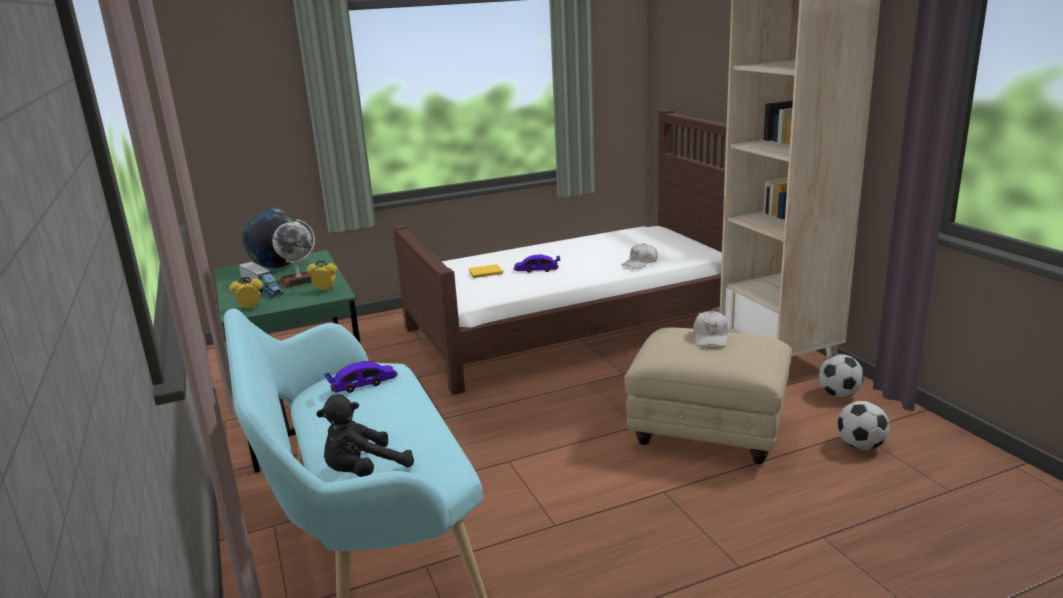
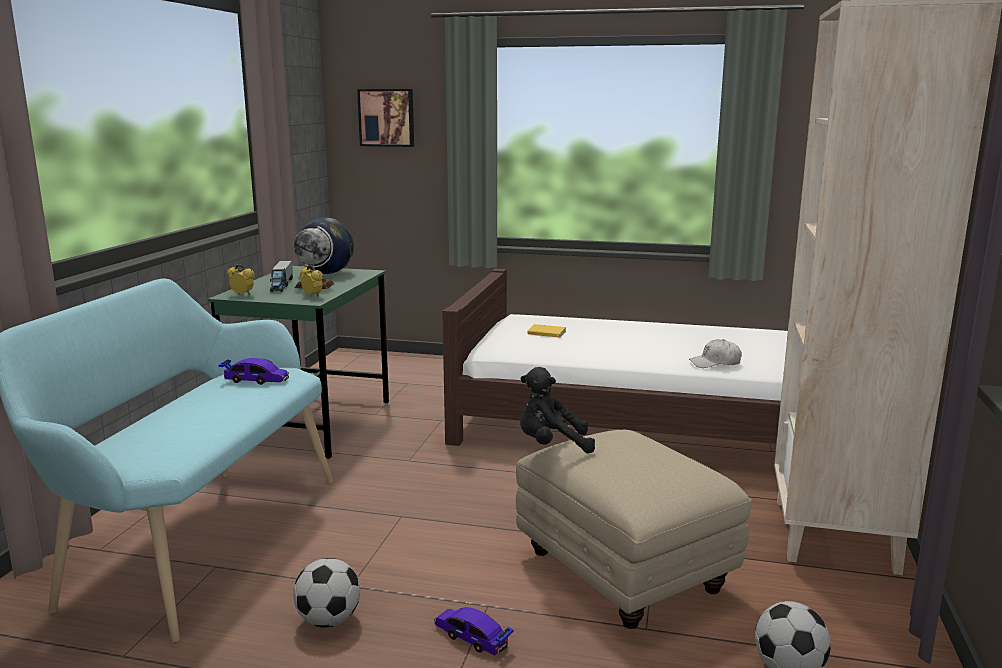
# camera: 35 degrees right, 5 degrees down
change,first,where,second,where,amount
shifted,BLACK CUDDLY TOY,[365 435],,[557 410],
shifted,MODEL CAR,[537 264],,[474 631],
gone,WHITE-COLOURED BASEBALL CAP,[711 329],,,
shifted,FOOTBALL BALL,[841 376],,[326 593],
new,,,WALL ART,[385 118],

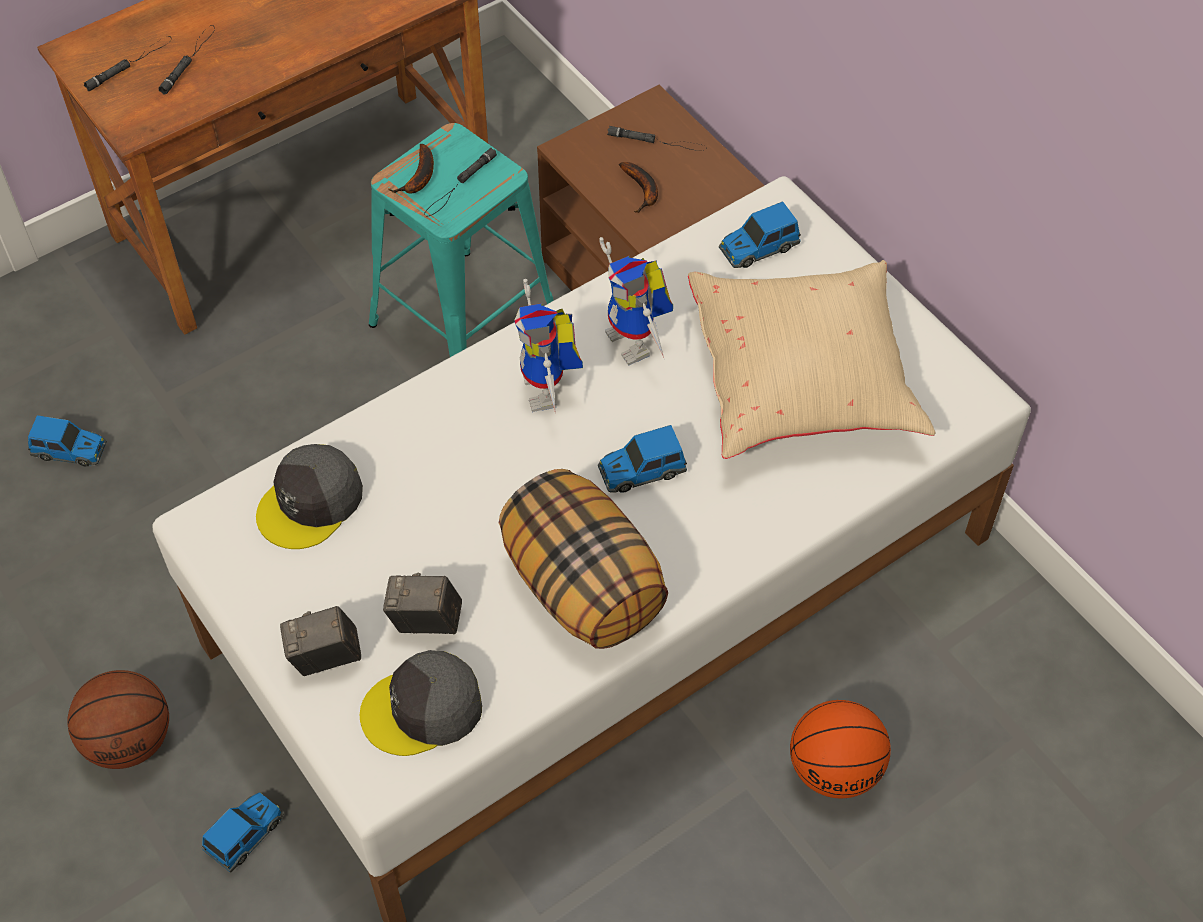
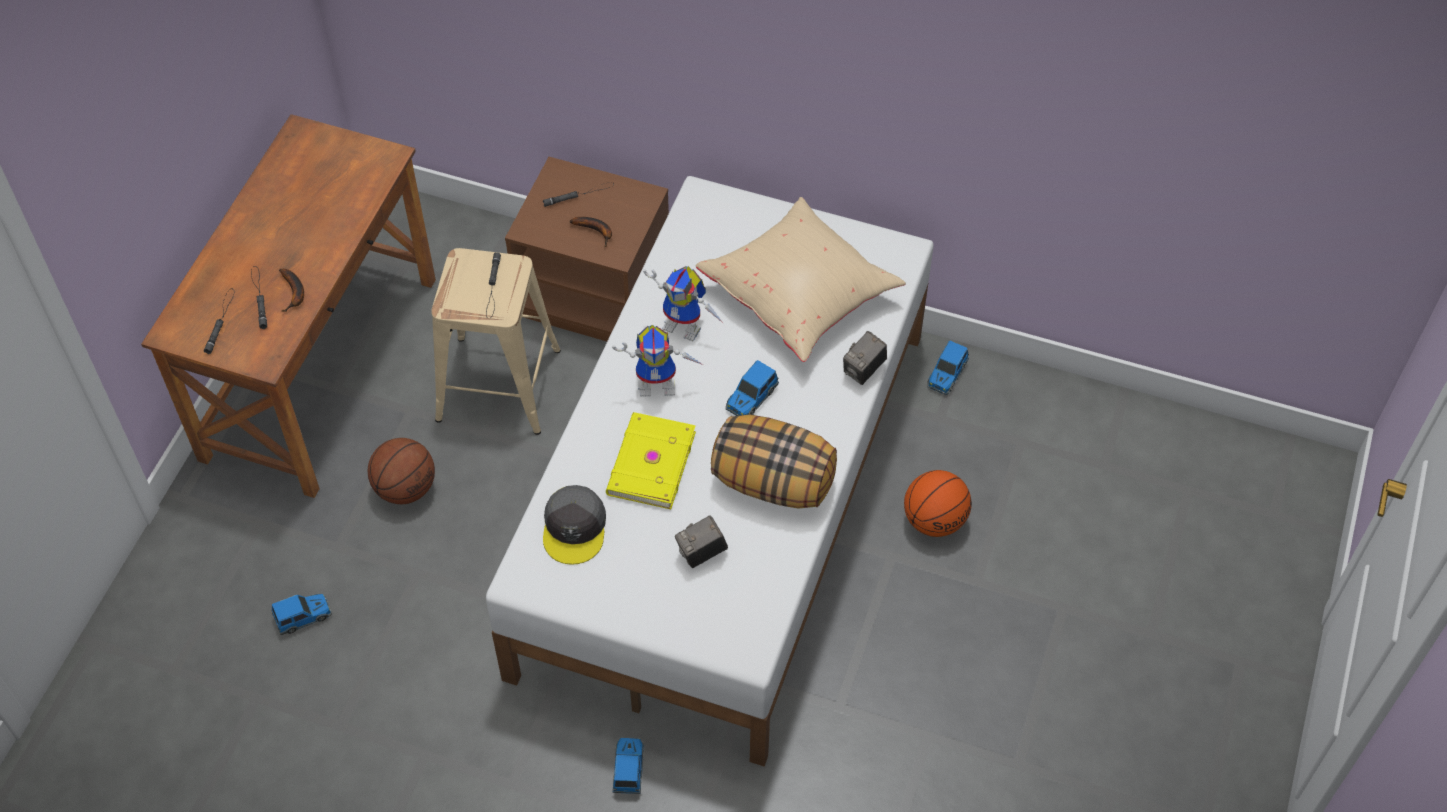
# camera: 35 degrees left, 0 degrees up
change,first,where,second,where,amount
shifted,BALL FOR BASKETBALL,[118 719],,[401 471],
shifted,PHOTO CAMERA,[320 641],,[865 358],
gone,GRAY BASEBALL CAP,[421 703],,,
repainted,TURQUOISE STOOL SEAT,[461 240],SAND-COLOURED STOOL SEAT,[496 341],
shifted,WHOLE BANANA,[411 168],,[291 290],
rotated,TOY ROBOT,[548 346],,[657 361],45 degrees counterclockwise
shifted,MODEL CAR,[760 234],,[948 368],
new,,,YELLOW-COLOURED BOOK,[651 460],

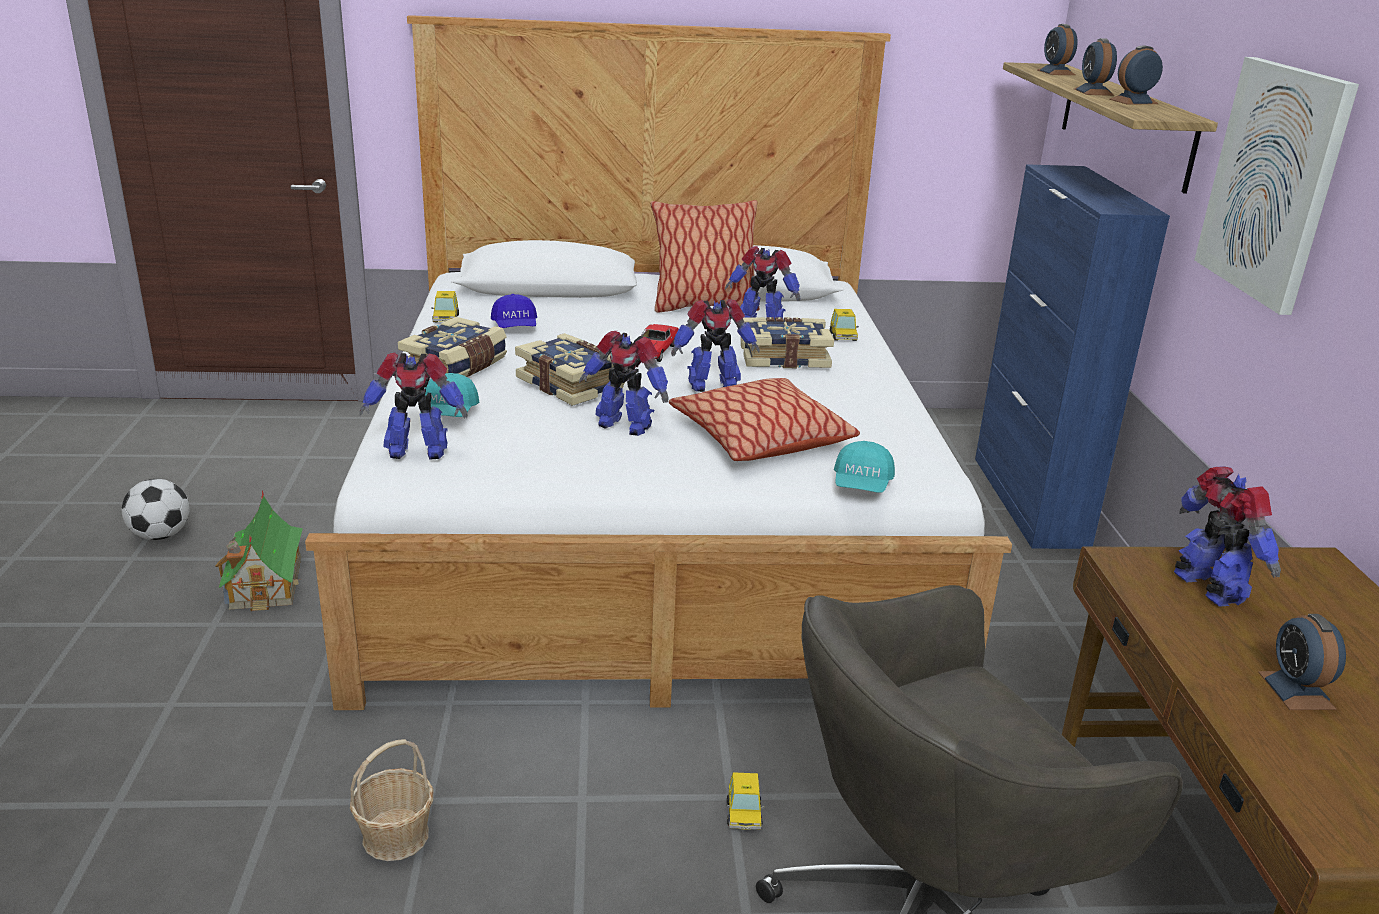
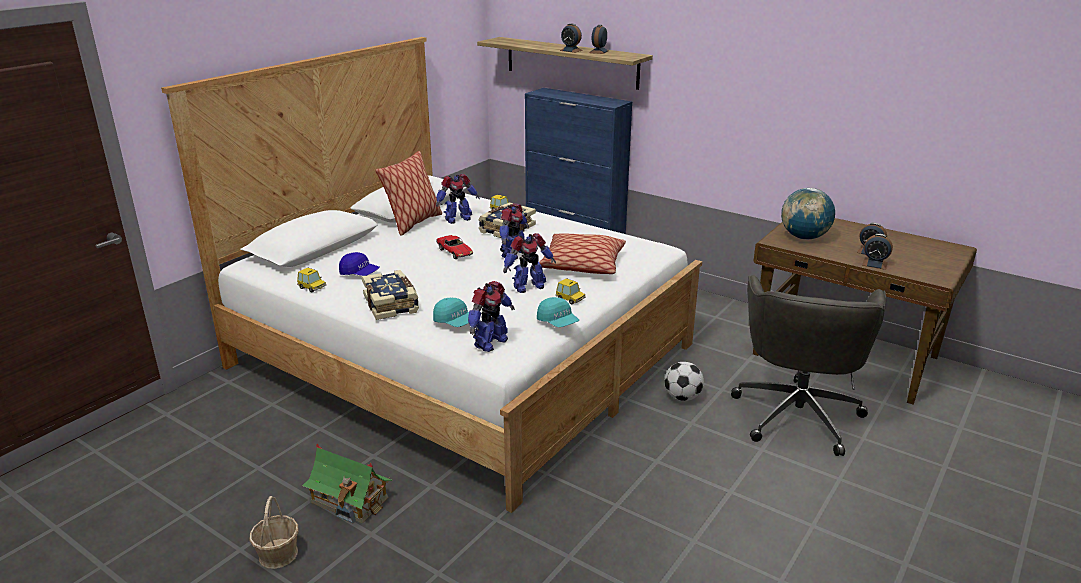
# camera: 50 degrees left, 0 degrees up
change,first,where,second,where,amount
shifted,FOOTBALL BALL,[156 509],,[684 381],
shifted,STORAGE BASKET,[391 800],,[274 532],
gone,BOOK,[570 369],,,
shifted,MODEL CAR,[745 801],,[570 291],
shifted,TURQUOISE BASEBALL CAP,[864 467],,[558 312],
shifted,TABLE CLOCK,[1057 49],,[877 252],
swapped,TOY ROBOT,[1227 537],WORLD GLOBE,[808 214],
gone,WALL ART,[1276 186],,,

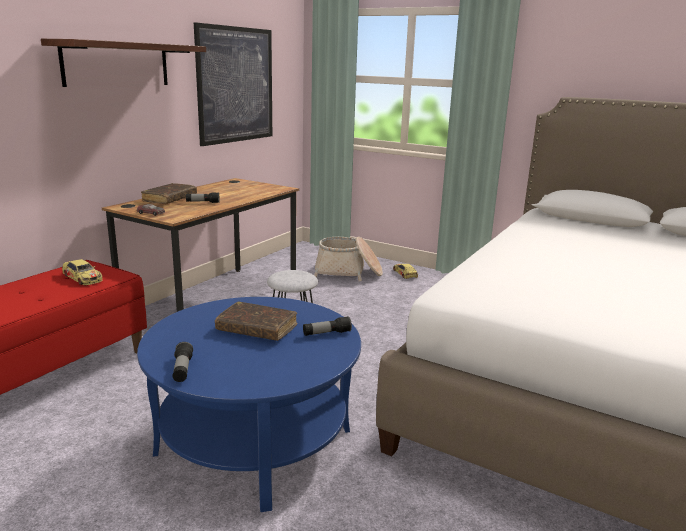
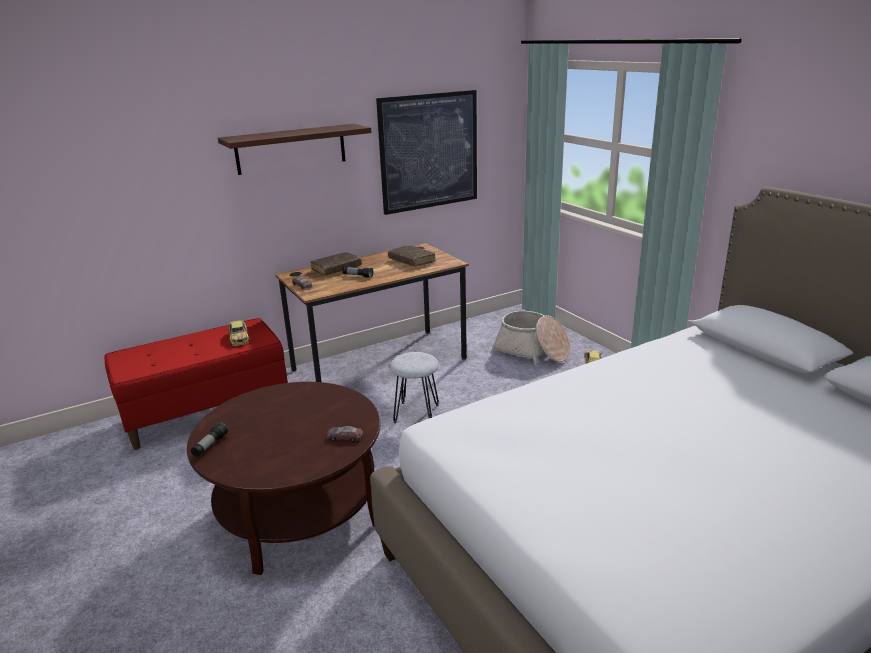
# camera: 30 degrees right, 5 degrees up
change,first,where,second,where,amount
repainted,BLUE COFFEE TABLE,[249 404],BROWN-COLOURED COFFEE TABLE,[283 478],
shifted,BROWN-COLOURED BOOK,[256 321],,[412 255],
swapped,FLASHLIGHT,[327 326],MODEL CAR,[345 434],

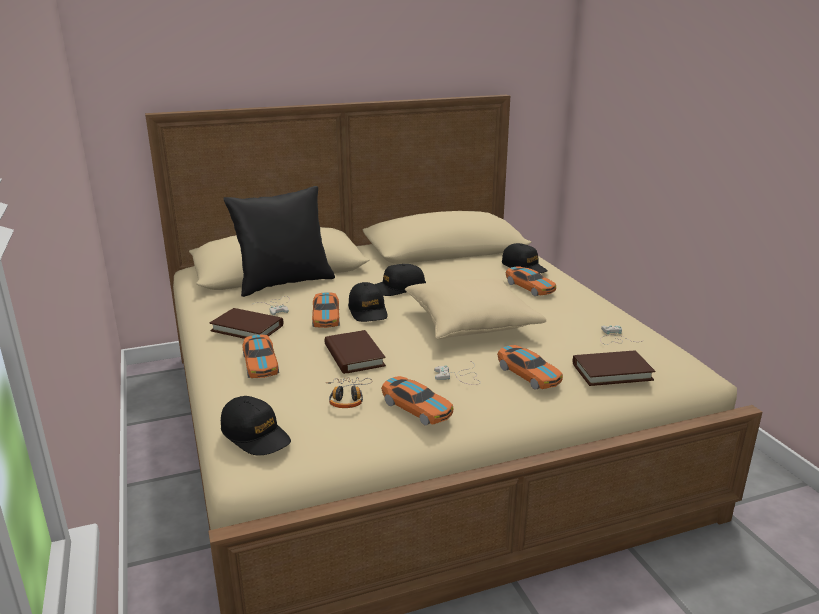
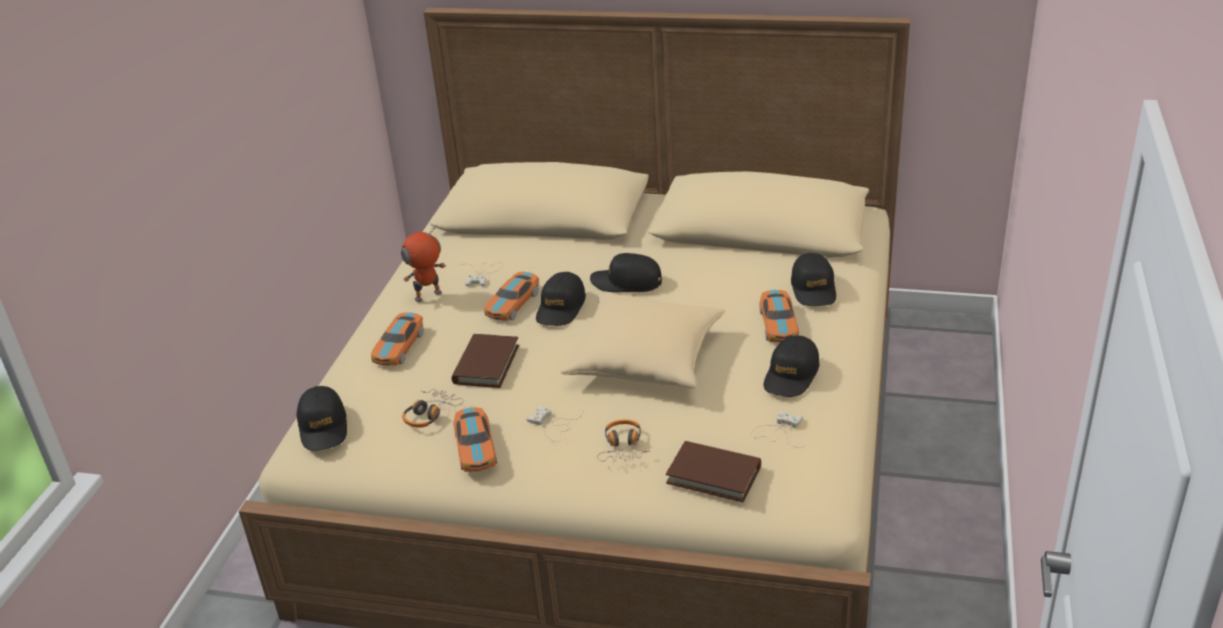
# camera: 35 degrees right, 10 degrees up
change,first,where,second,where,amount
swapped,BROWN-COLOURED BOOK,[246 323],TOY ROBOT,[423 263],
gone,BLACK CUSHION,[279 241],,,
swapped,MODEL CAR,[530 367],PAIR OF HEADPHONES,[623 440],
new,,,BLACK BASEBALL CAP,[792 366],

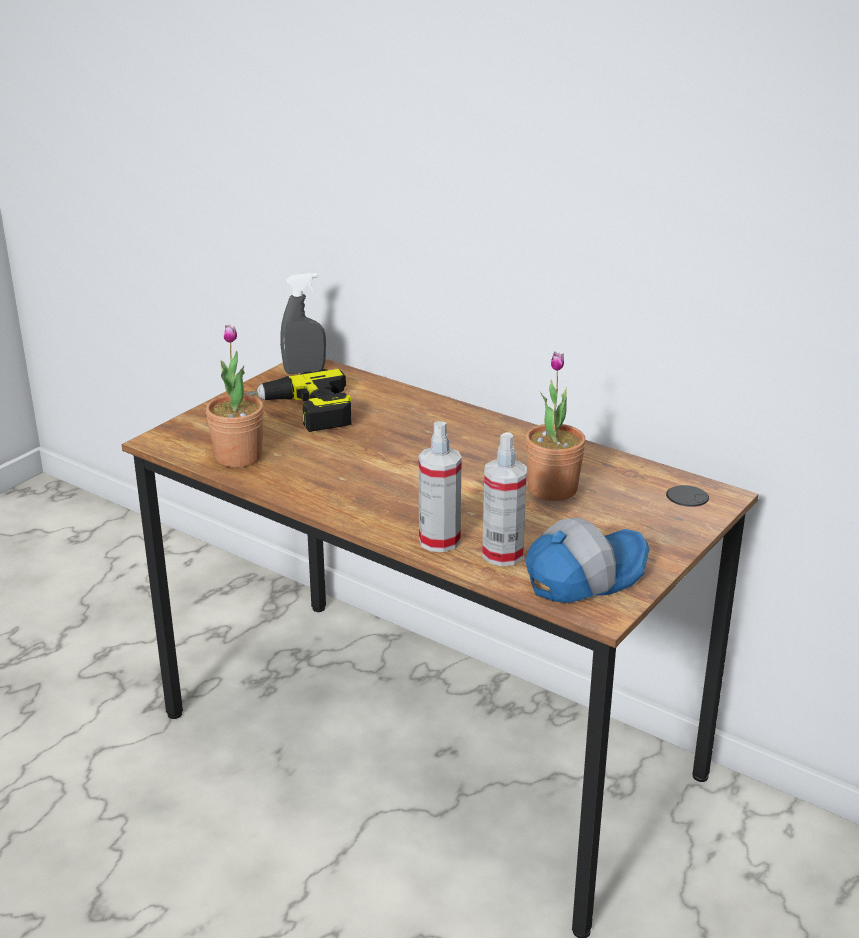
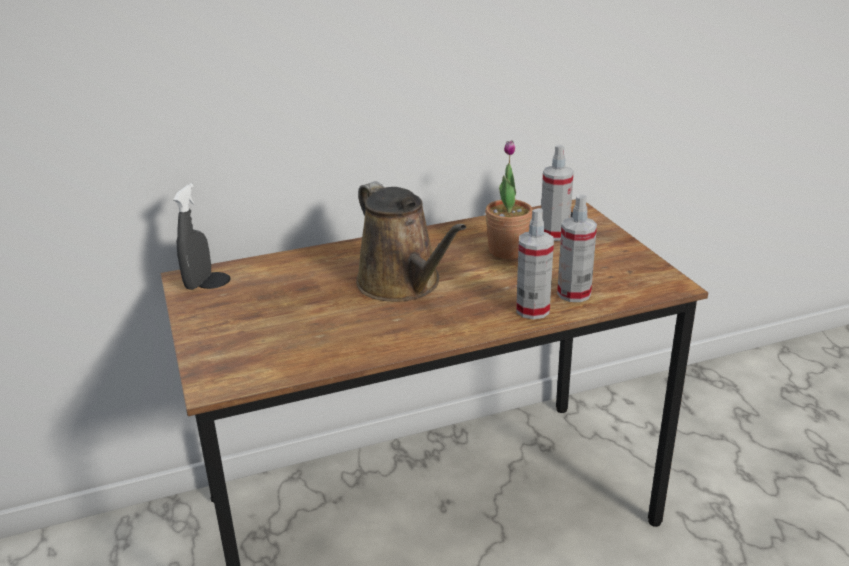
# camera: 55 degrees left, 0 degrees up
change,first,where,second,where,amount
gone,PLANT IN A POT,[235 396],,,
gone,ELECTRIC DRILL,[284 400],,,
gone,BASEBALL CAP,[588 560],,,
new,,,BROWN-COLOURED WATERING POT,[411 241],
new,,,SPRAYER,[557 192],

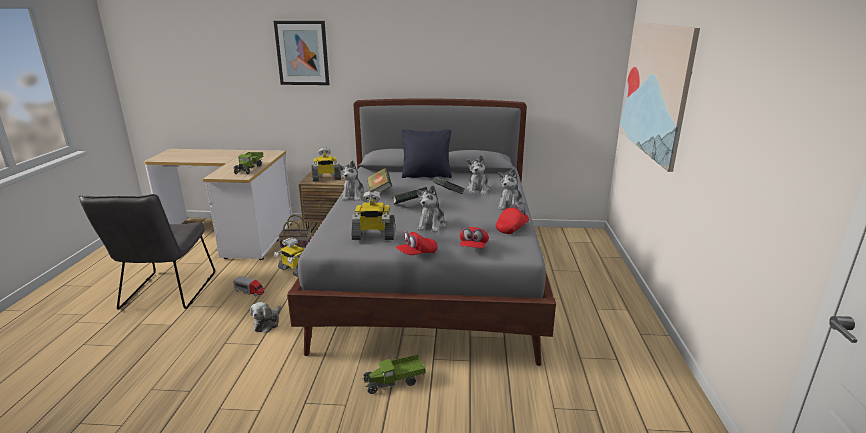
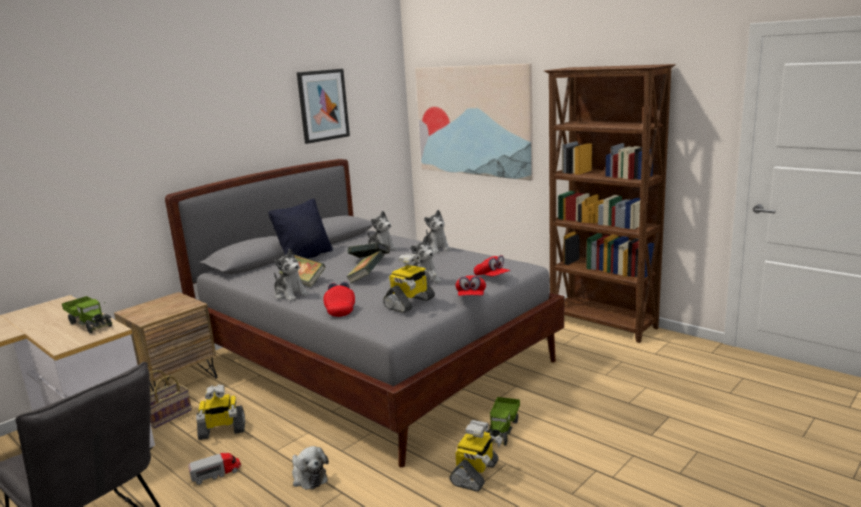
# camera: 50 degrees left, 5 degrees down
change,first,where,second,where,amount
shifted,WALL ART,[301 53],,[323 106],
shifted,TOY ROBOT,[326 165],,[476 455],
shifted,RED BASEBALL CAP,[512 219],,[339 299],
new,,,BROWN-COLOURED BOOKCASE,[610 203],

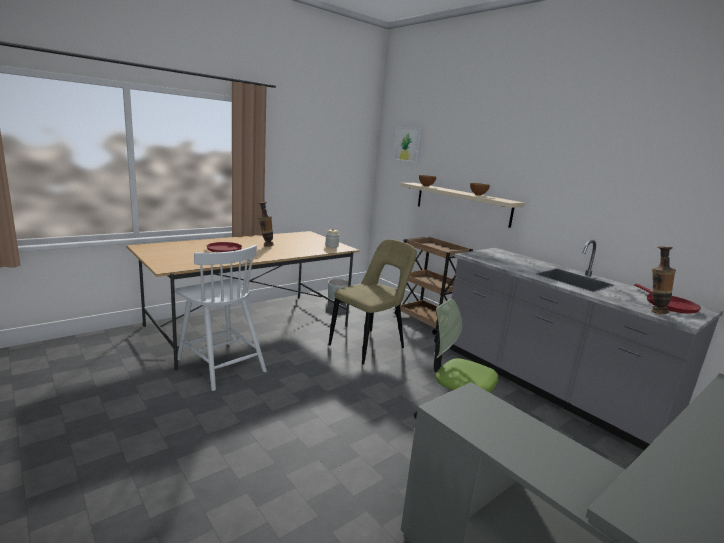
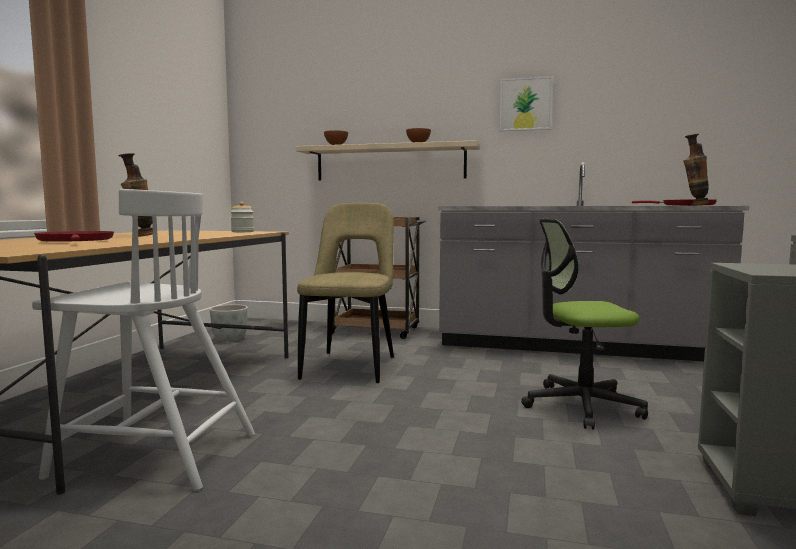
# camera: 35 degrees left, 10 degrees down
change,first,where,second,where,amount
shifted,WALL ART,[407 145],,[526 103],

